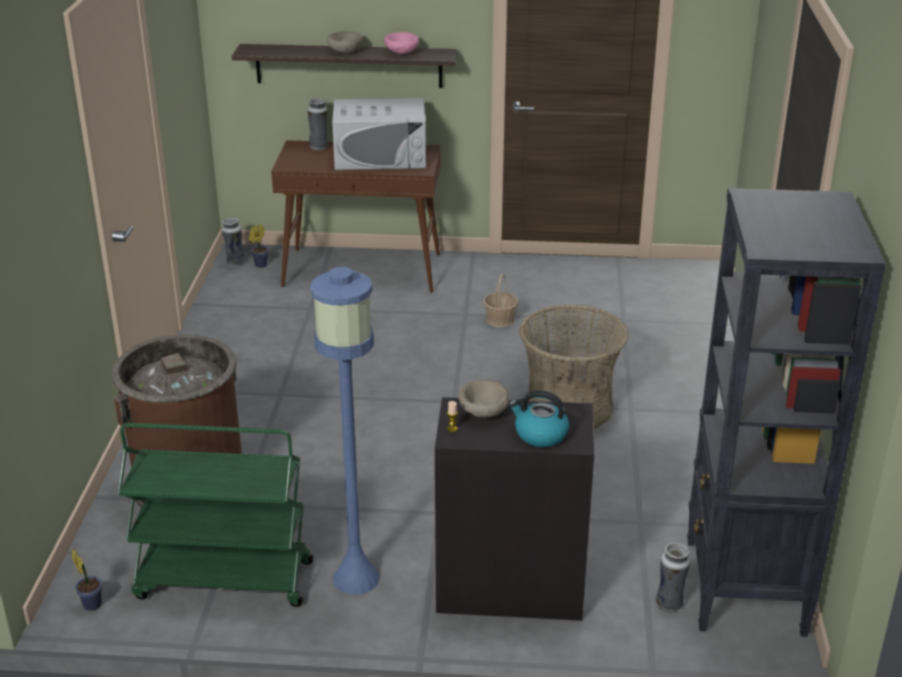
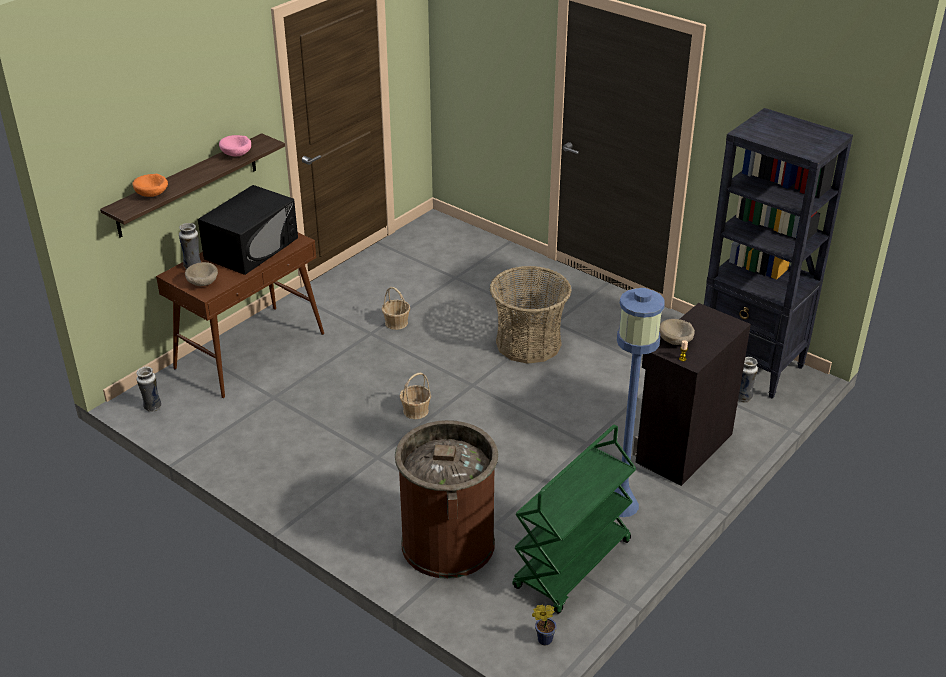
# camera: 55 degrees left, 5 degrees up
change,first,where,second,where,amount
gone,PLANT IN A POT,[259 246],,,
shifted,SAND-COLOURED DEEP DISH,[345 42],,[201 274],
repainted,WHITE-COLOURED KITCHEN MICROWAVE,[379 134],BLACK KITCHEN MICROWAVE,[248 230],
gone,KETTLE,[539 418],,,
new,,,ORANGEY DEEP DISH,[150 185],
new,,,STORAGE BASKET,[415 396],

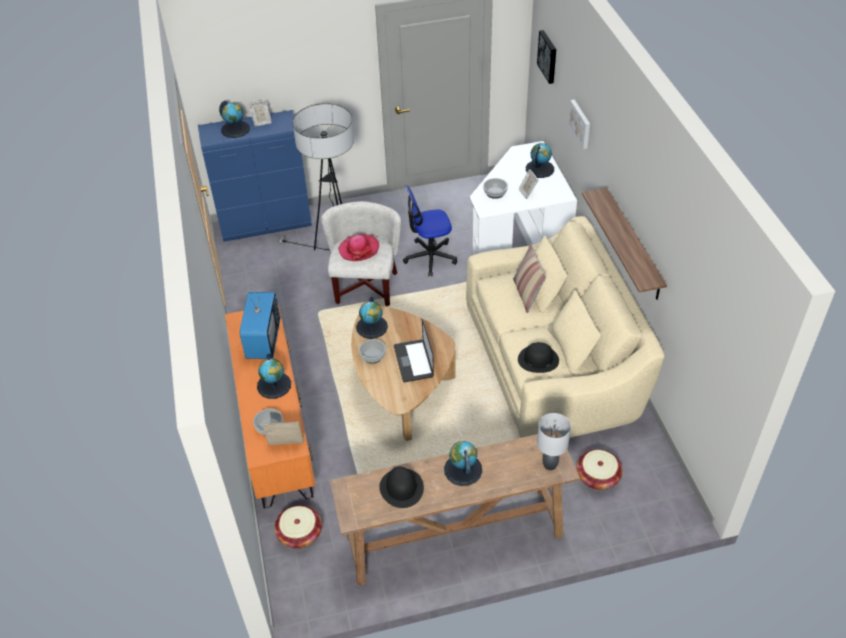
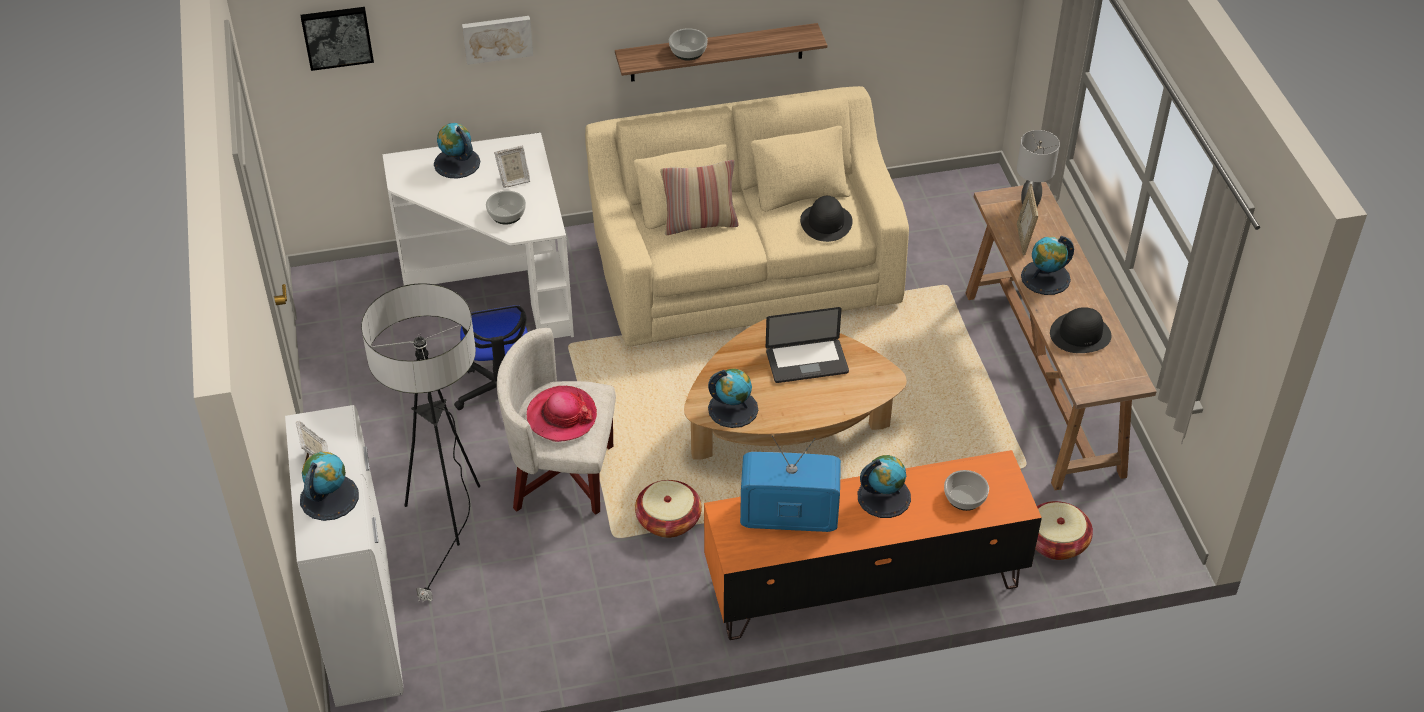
# camera: 90 degrees left, 0 degrees up
change,first,where,second,where,amount
repainted,BLUE CABINET,[255 176],WHITE-COLOURED CABINET,[344 556],
shifted,PHOTO FRAME,[283 433],,[1027 220],
shifted,DEEP DISH,[372 351],,[688 44],
shifted,STORAGE BASKET,[599 469],,[668 509],

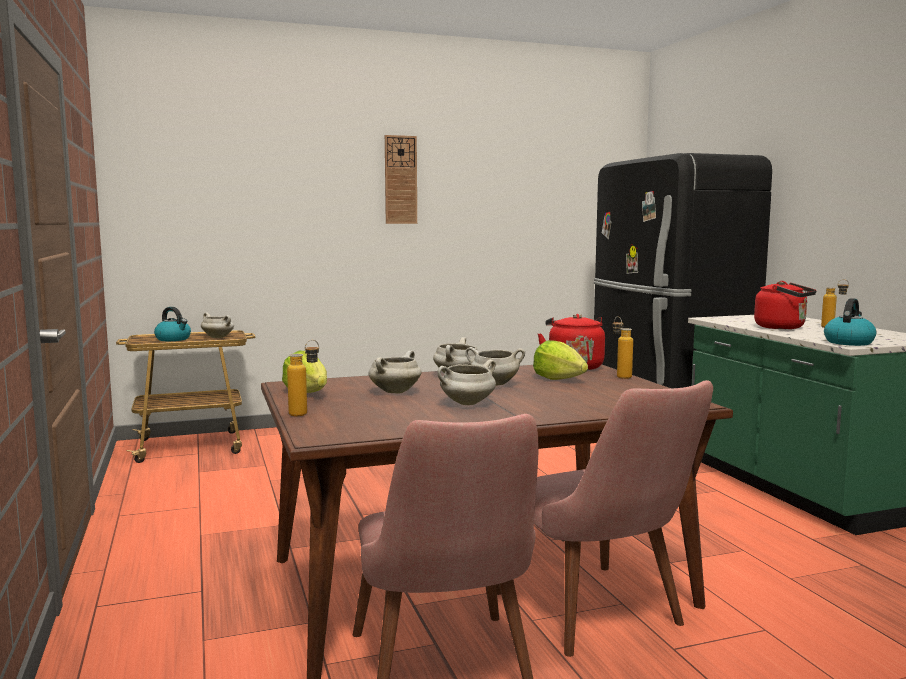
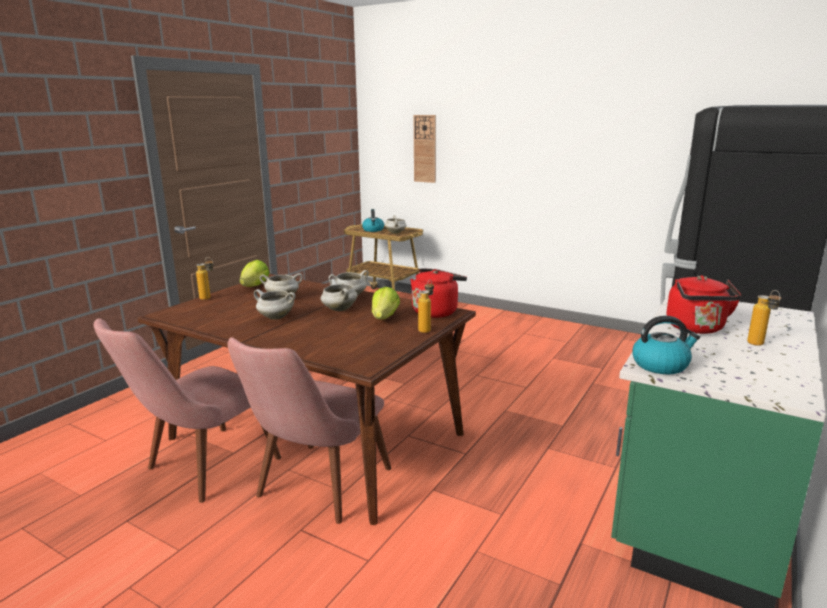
# camera: 50 degrees right, 10 degrees up
change,first,where,second,where,amount
shifted,CLOCK ON THE WALL,[401 179],,[425 149],

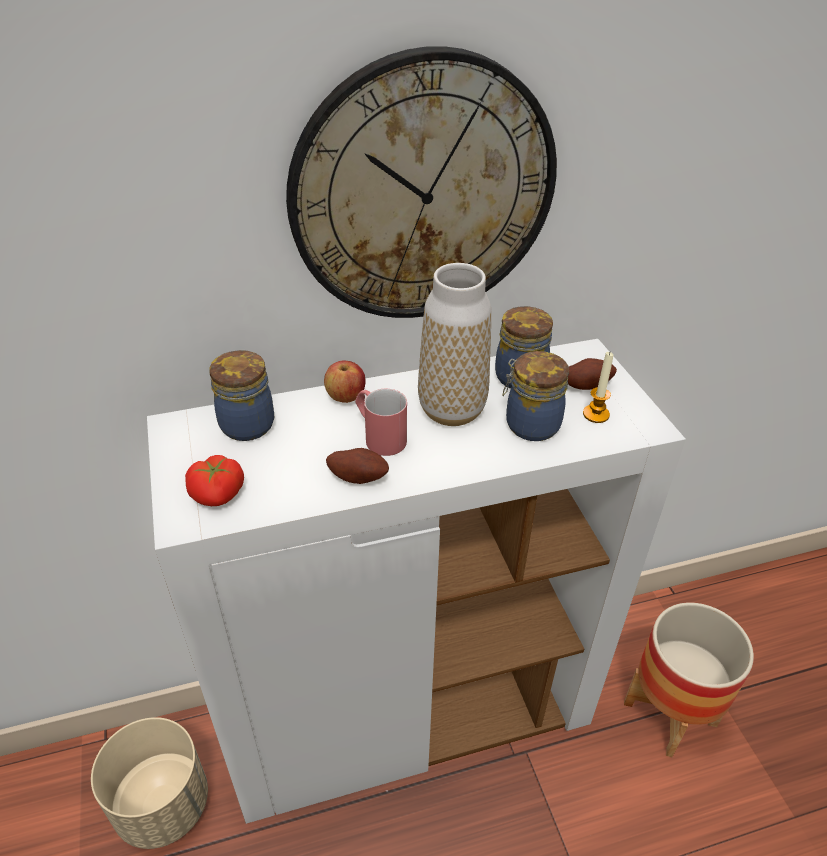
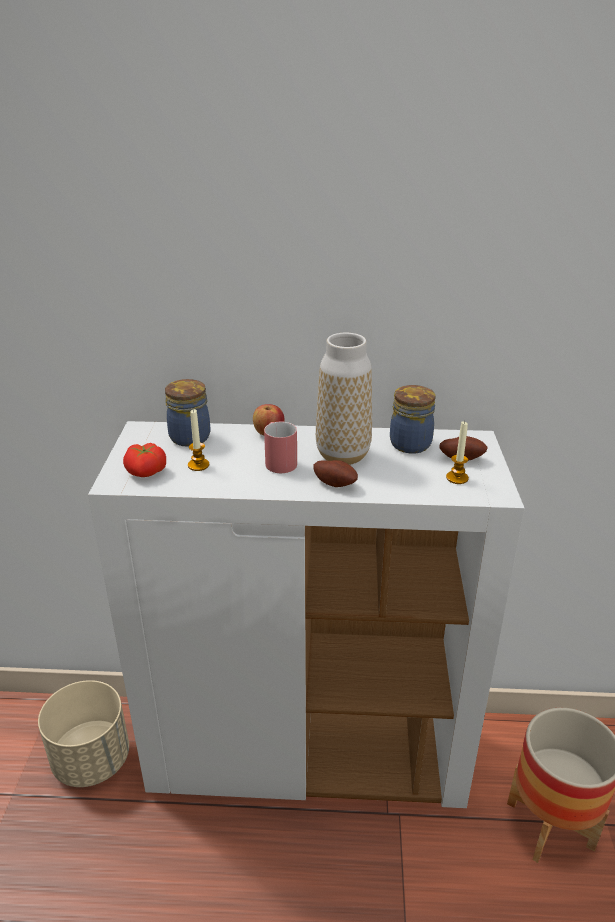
# camera: 20 degrees right, 10 degrees down
change,first,where,second,where,amount
gone,CLOCK ON THE WALL,[421 182],,,
shifted,POTATO,[357 466],,[335 473],
gone,JAR,[535 396],,,
new,,,WAX CANDLE,[198 440],

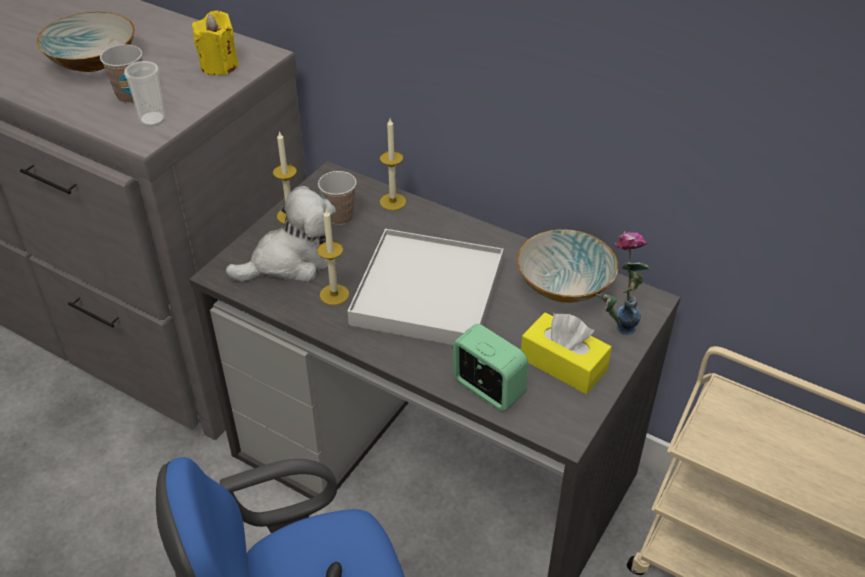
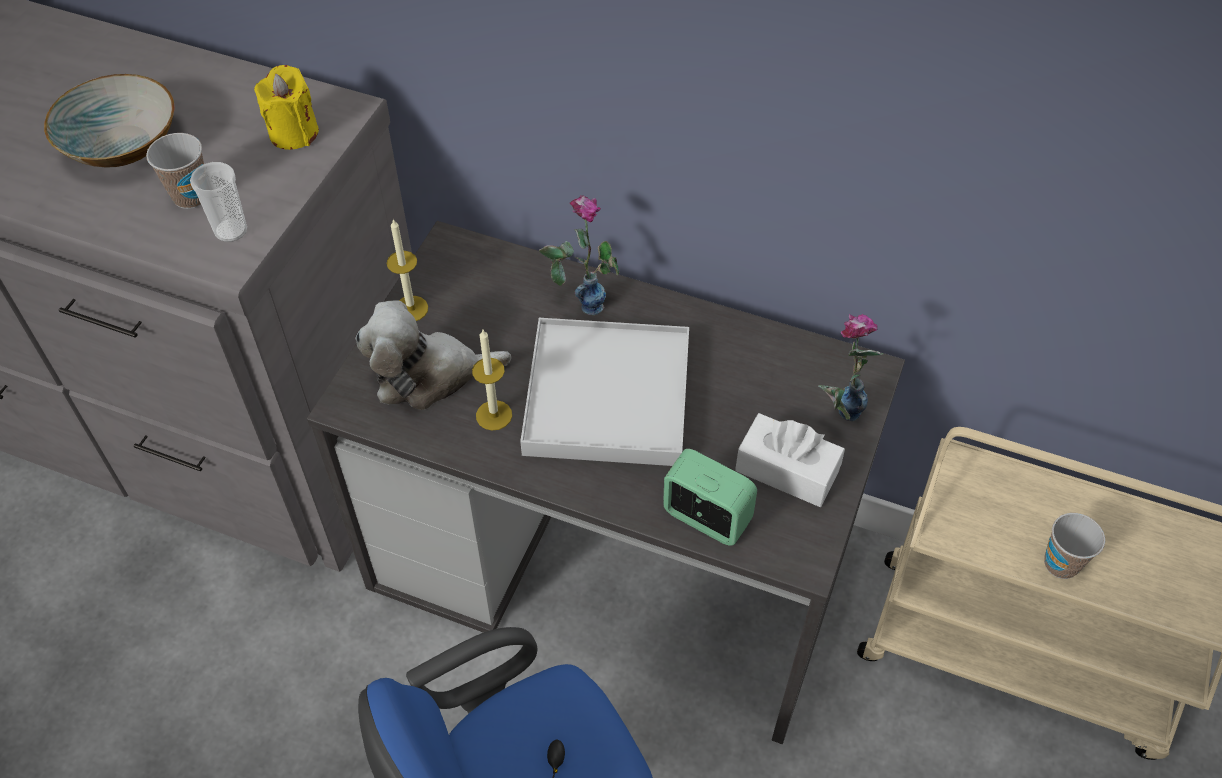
# camera: 10 degrees left, 10 degrees up
change,first,where,second,where,amount
rotated,CUDDLY TOY,[281 234],,[433 355],150 degrees counterclockwise
shifted,DRINKING CUP,[337 198],,[1074 546],
gone,WAX CANDLE,[393 164],,,
gone,DEEP DISH,[567 266],,,
repainted,YELLOW-COLOURED TISSUE HOLDER,[566 353],WHITE-COLOURED TISSUE HOLDER,[790 460],
new,,,VASE,[579 255],

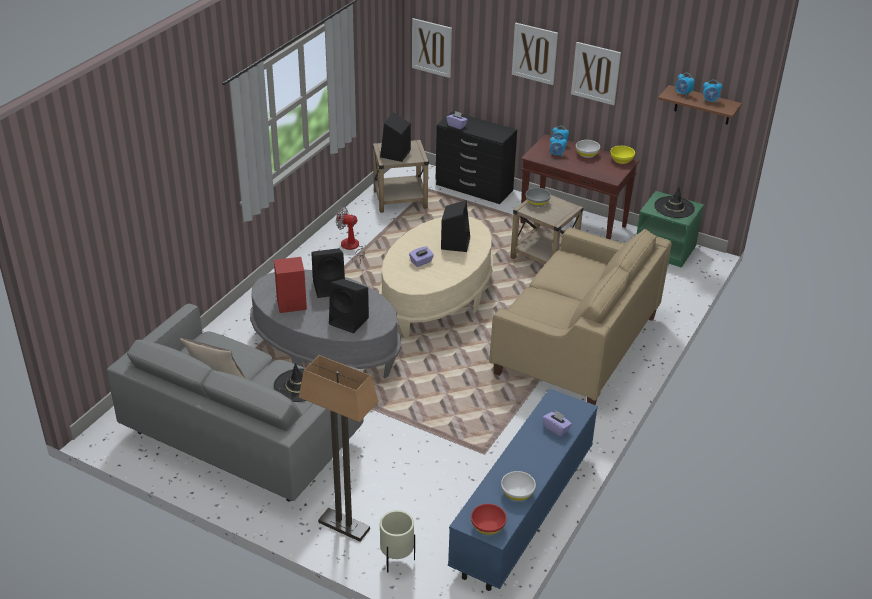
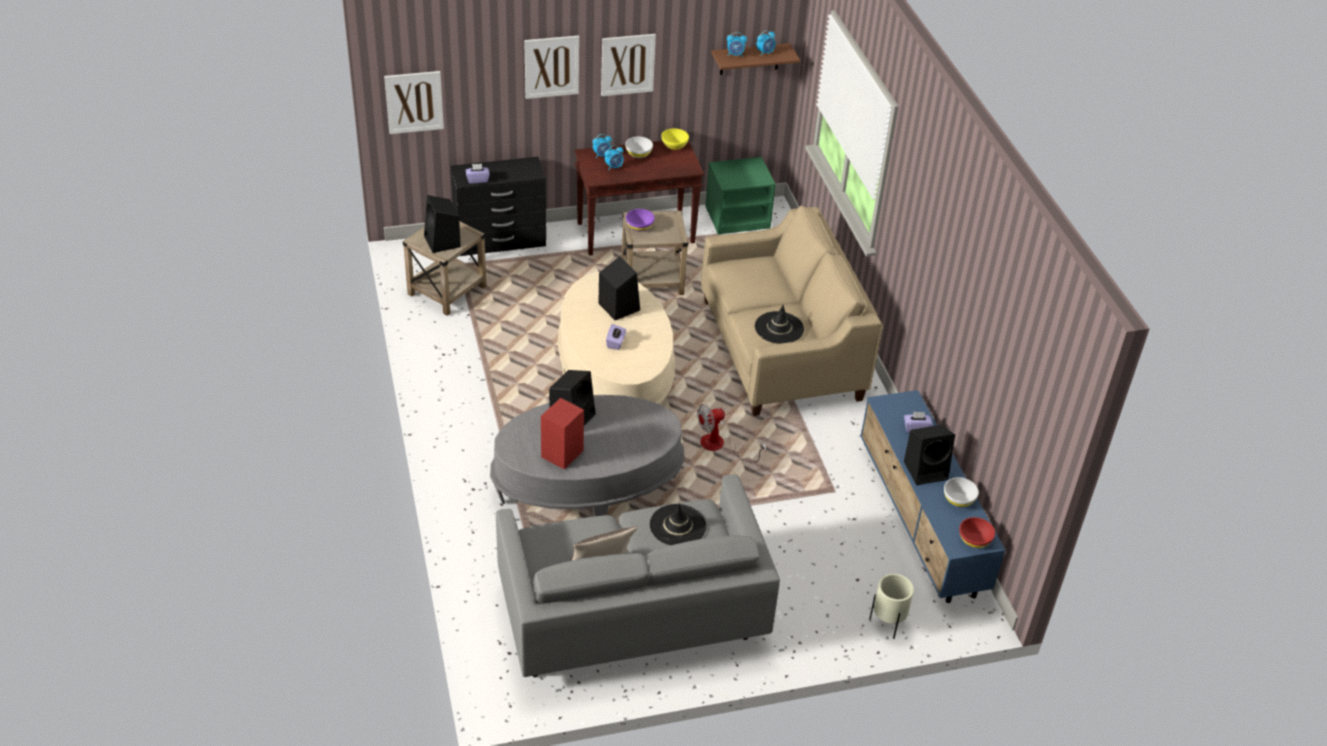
# camera: 45 degrees left, 5 degrees up
change,first,where,second,where,amount
gone,STANDING LAMP,[338 448],,,
shifted,BLACK AUDIO SPEAKER,[349 306],,[929 455],
shifted,COOLING FAN,[350 236],,[732 433],
repainted,GRAY DEEP DISH,[538 197],PURPLE DEEP DISH,[640 220],
shifted,BLACK CLOTHING HAT,[674 202],,[779 324],

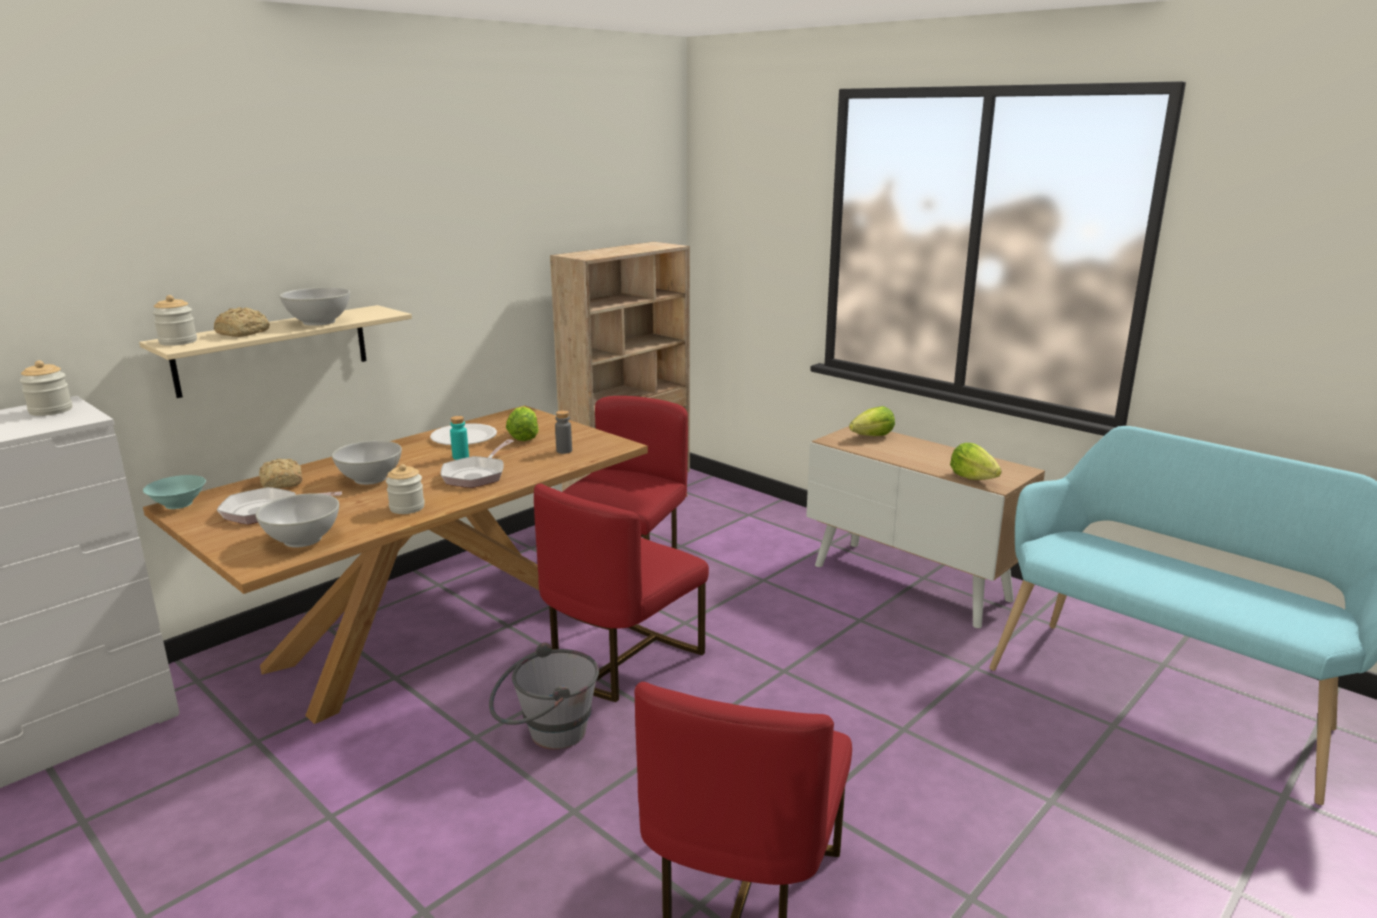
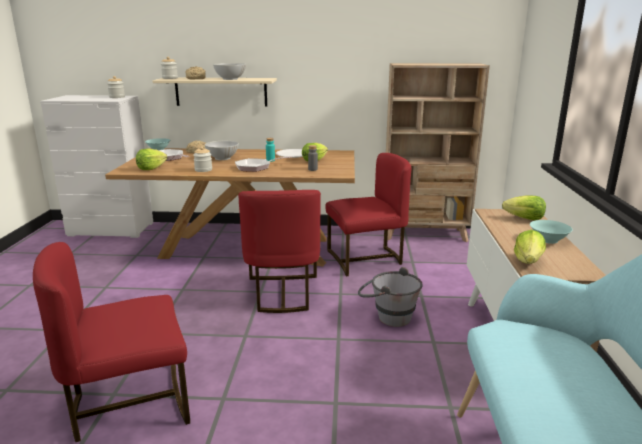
# camera: 50 degrees right, 0 degrees up
change,first,where,second,where,amount
swapped,WHITE-COLOURED DEEP DISH,[297 520],LETTUCE HEAD,[151 159],
shifted,GRAY BUCKET,[544 696],,[390 297],
rotated,RED UPRIGHT CHAIR,[621 592],,[279 251],90 degrees counterclockwise
new,,,TURQUOISE DEEP DISH,[551 232],

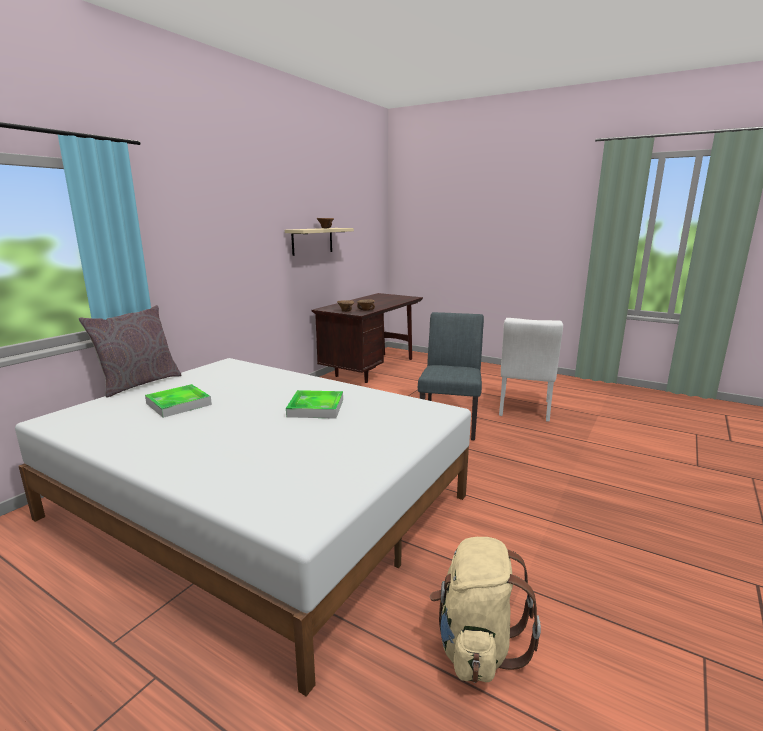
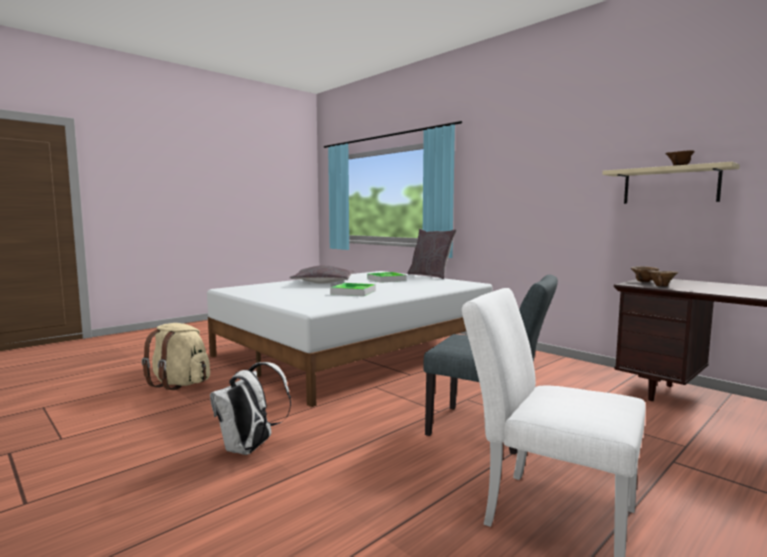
# camera: 105 degrees right, 10 degrees down
change,first,where,second,where,amount
new,,,WHITE-COLOURED KNAPSACK,[250 408],
new,,,GRAY CUSHION,[322 274],

